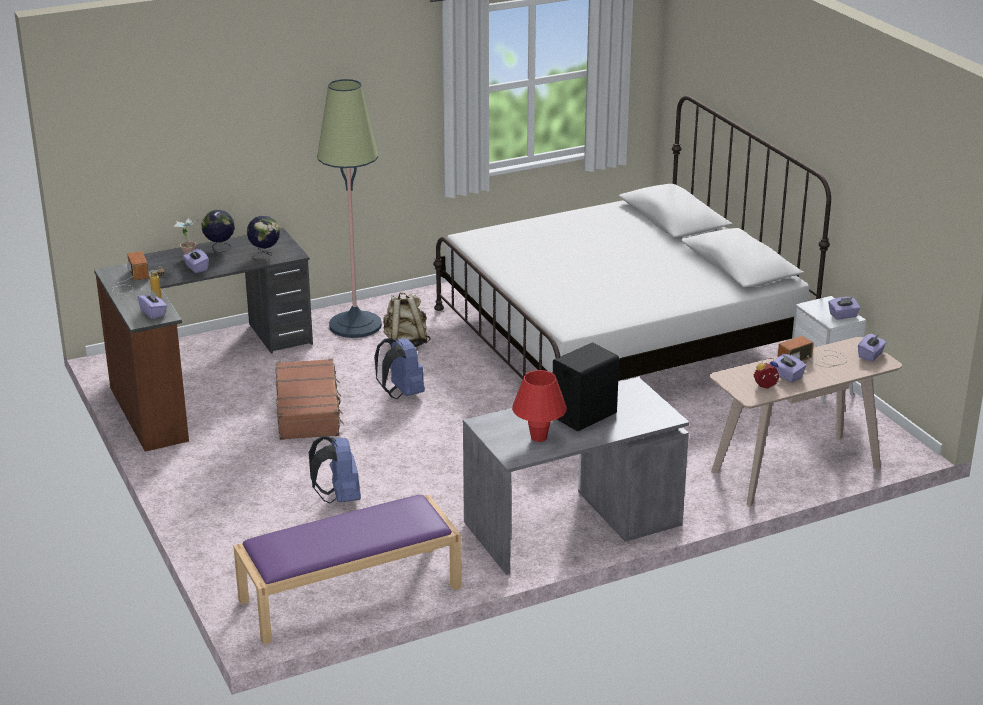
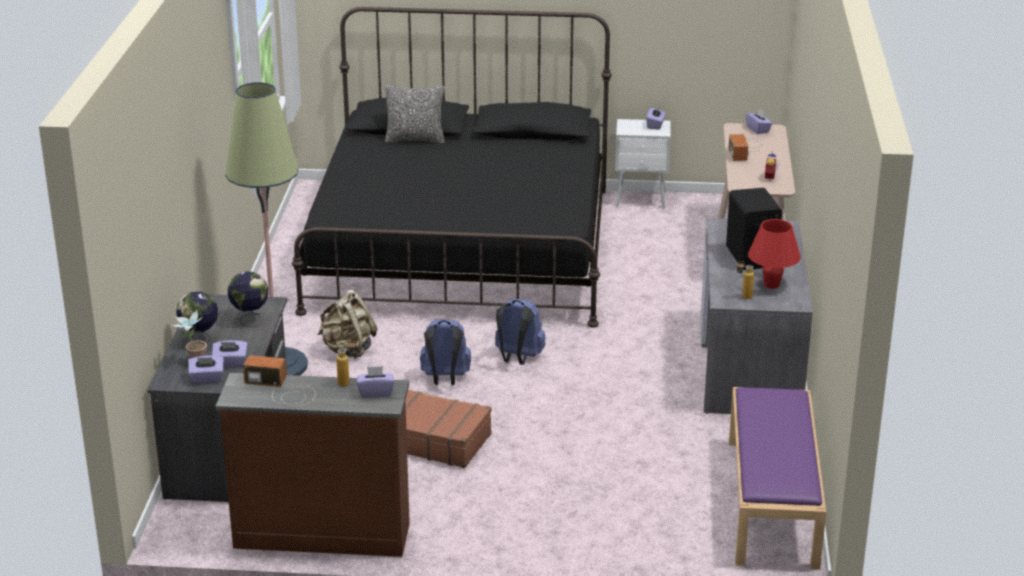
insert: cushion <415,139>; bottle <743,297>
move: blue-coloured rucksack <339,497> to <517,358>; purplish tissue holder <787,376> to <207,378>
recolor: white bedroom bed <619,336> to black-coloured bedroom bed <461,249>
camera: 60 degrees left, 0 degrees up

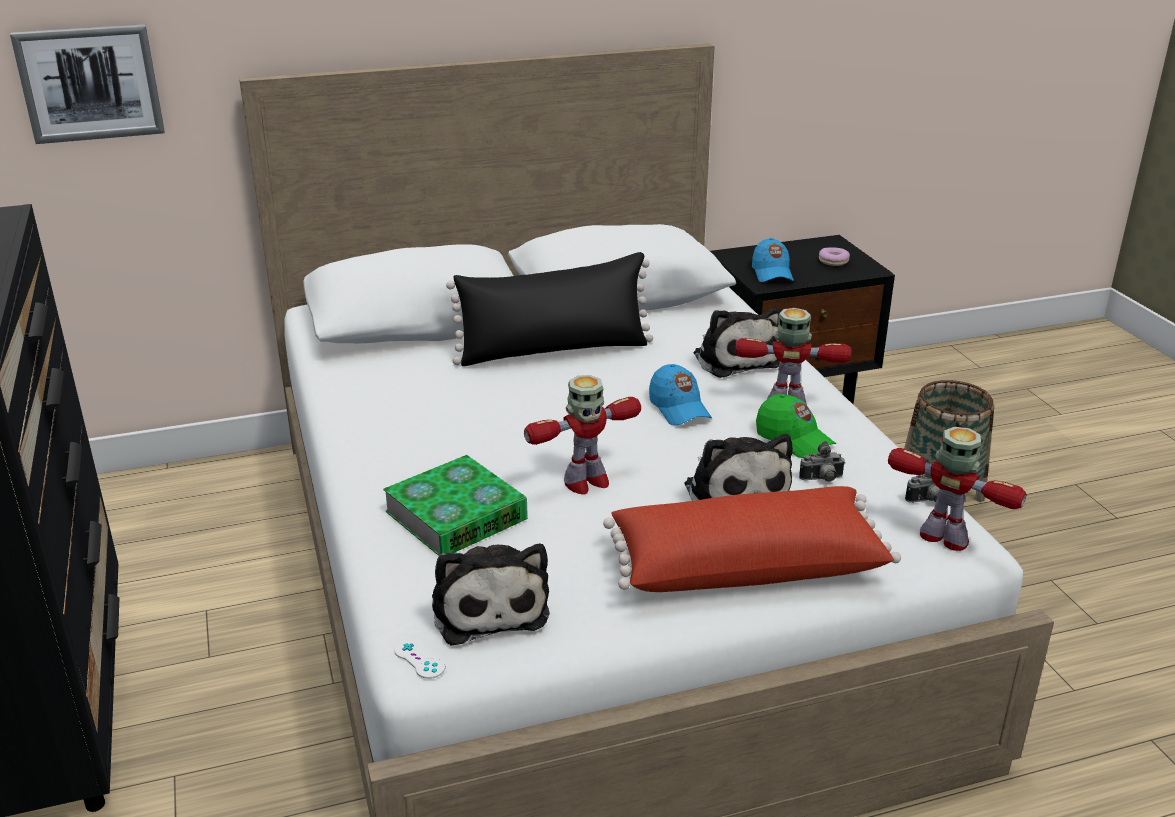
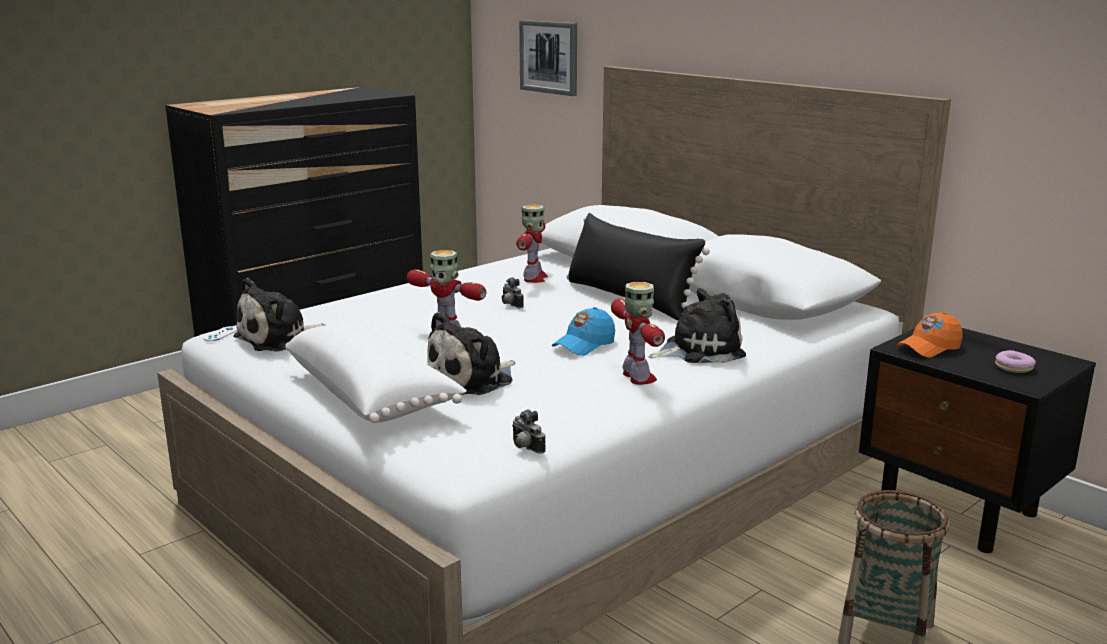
delete: book <456,516>; greenish baseball cap <793,439>
move: photo camera <822,479> to <510,305>; toy robot <945,539> to <534,278>
recolor: reddish cushion <745,565> to white cushion <372,396>; blue-coloured baseball cap <772,273> to orange baseball cap <929,348>
rotate: plush toy <735,358> = <699,350> 150 degrees counterclockwise
camera: 65 degrees right, 10 degrees down

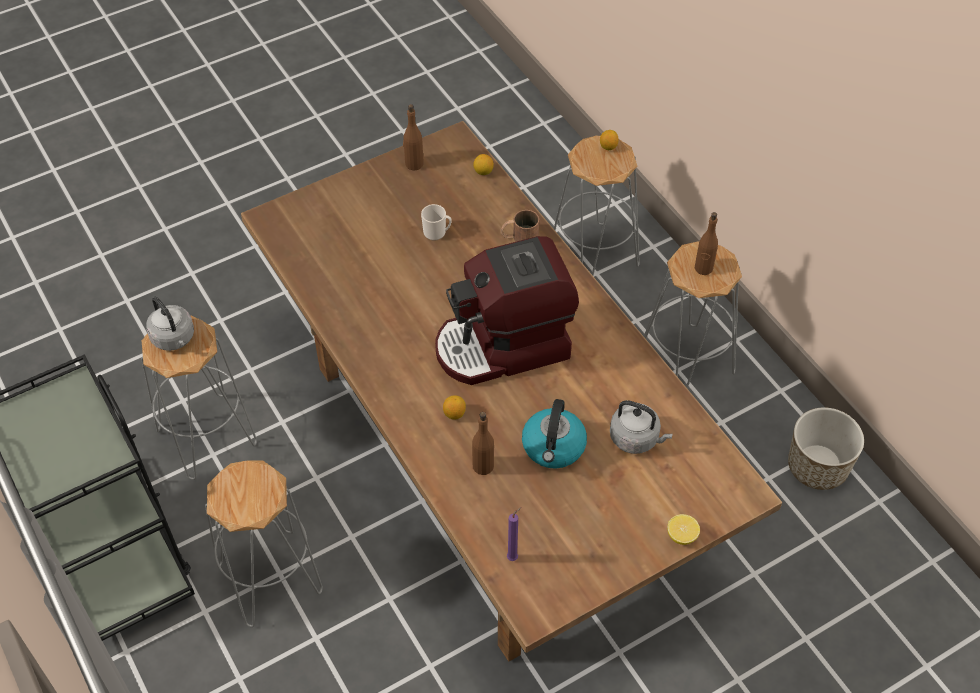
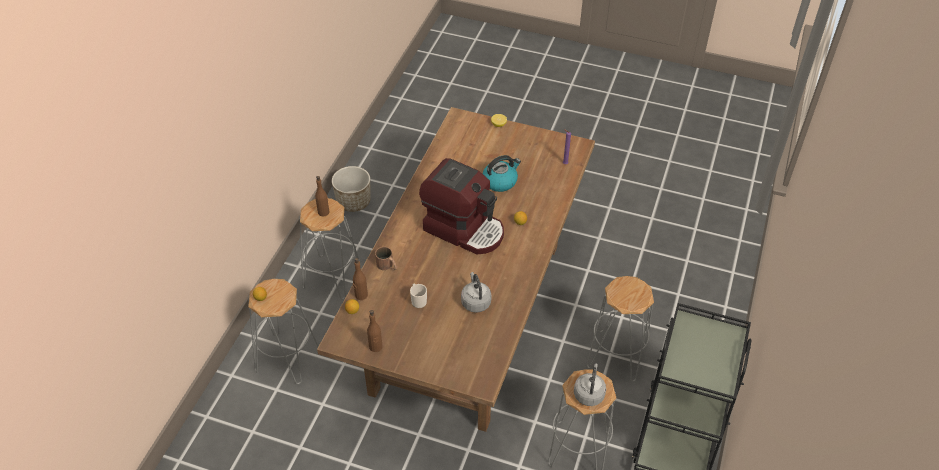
move: brown-coloured bottle <483,465> to <361,295>; greyish kettle <636,438> to <475,301>
camera: 130 degrees left, 5 degrees down

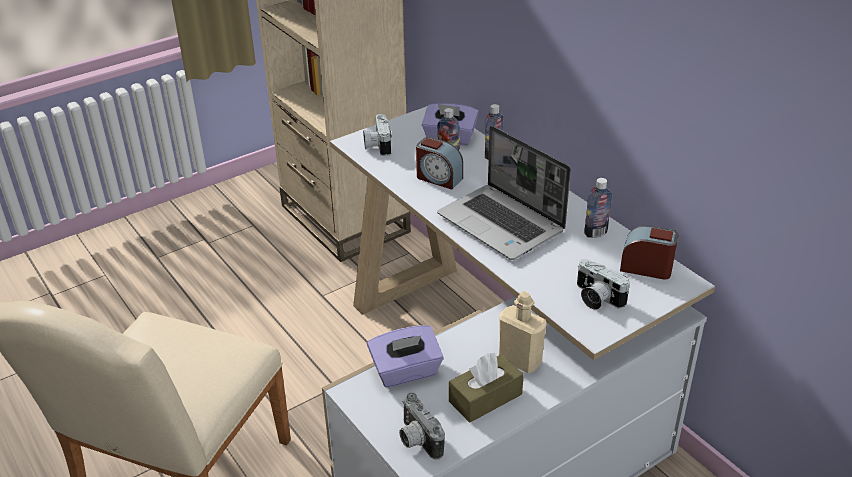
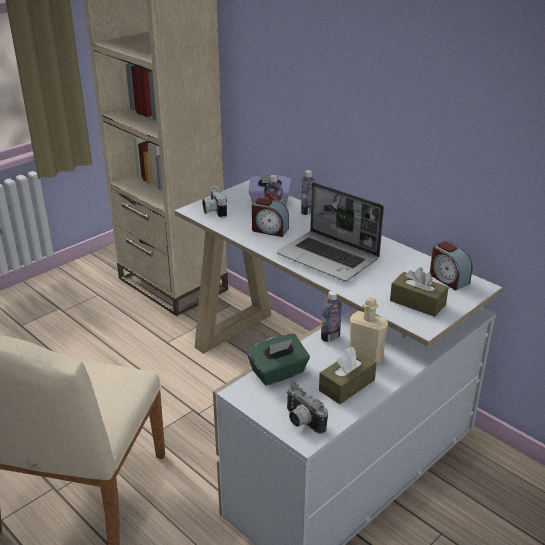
move: bottle <595,233> to <330,337>
replace: photo camera <596,298> to brown-coloured tissue holder <417,302>
recolor: purplish tissue holder <406,372> to greenish tissue holder <278,373>
rotate: alarm clock <646,267> = <448,279> 135 degrees counterclockwise
camera: 10 degrees left, 5 degrees down

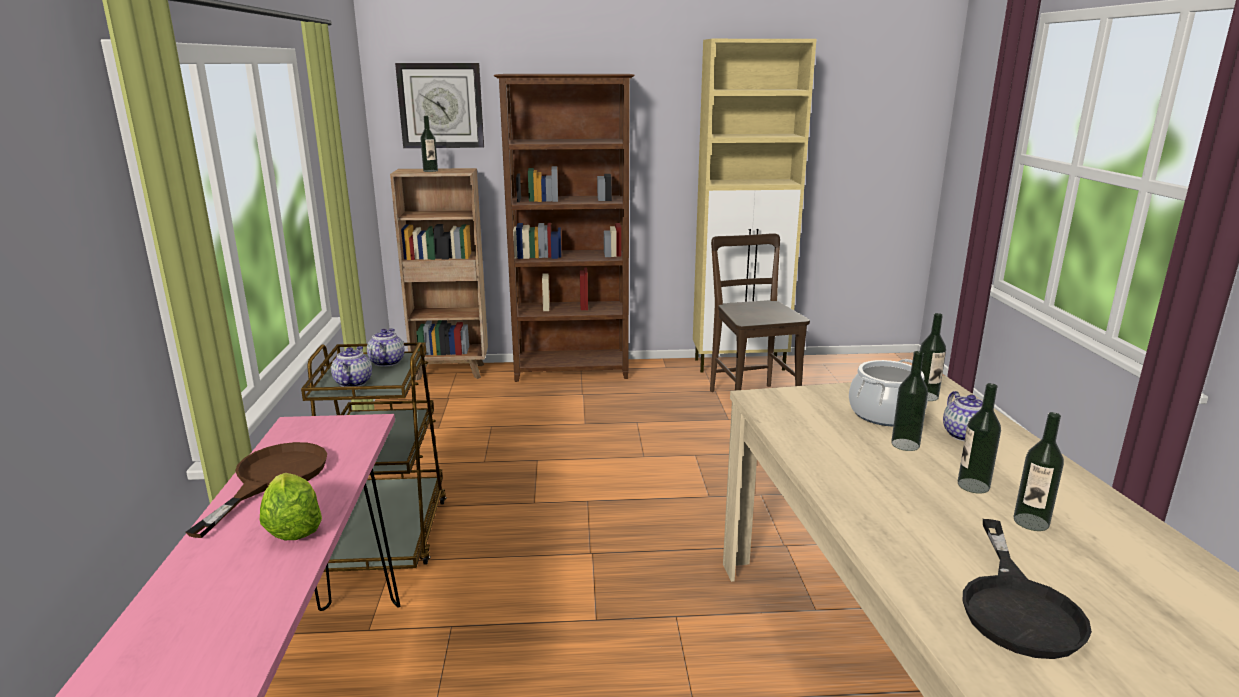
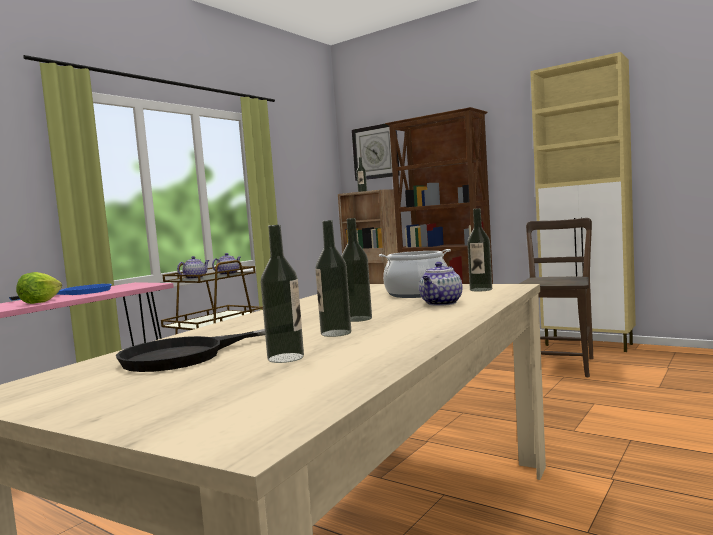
move: bottle <905,444> to <286,358>
recolor: brown-coloured frying pan <272,479> to blue-coloured frying pan <77,293>
camera: 40 degrees right, 15 degrees down

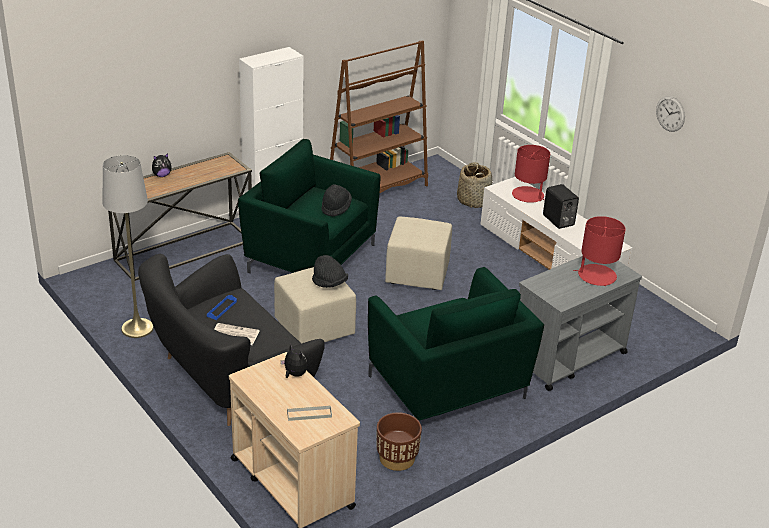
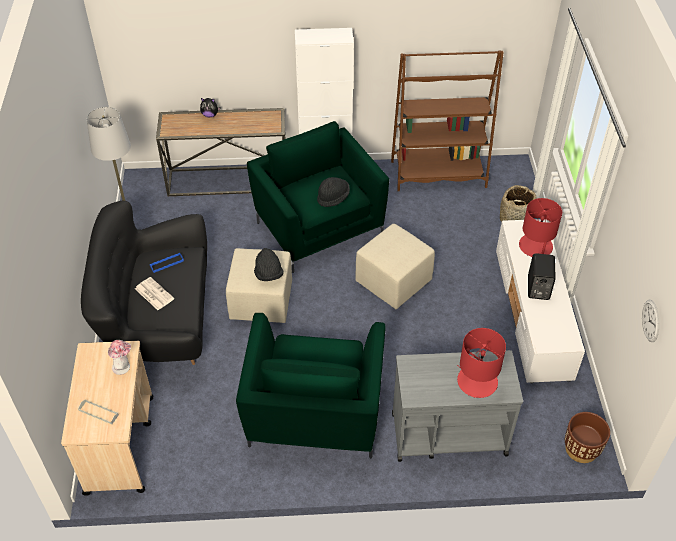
move: brown-coloured planter <397,458> to <581,449>; hanging clock <670,113> to <651,320>
replace: plush toy <294,374> to hat <123,366>
camera: 35 degrees right, 15 degrees up

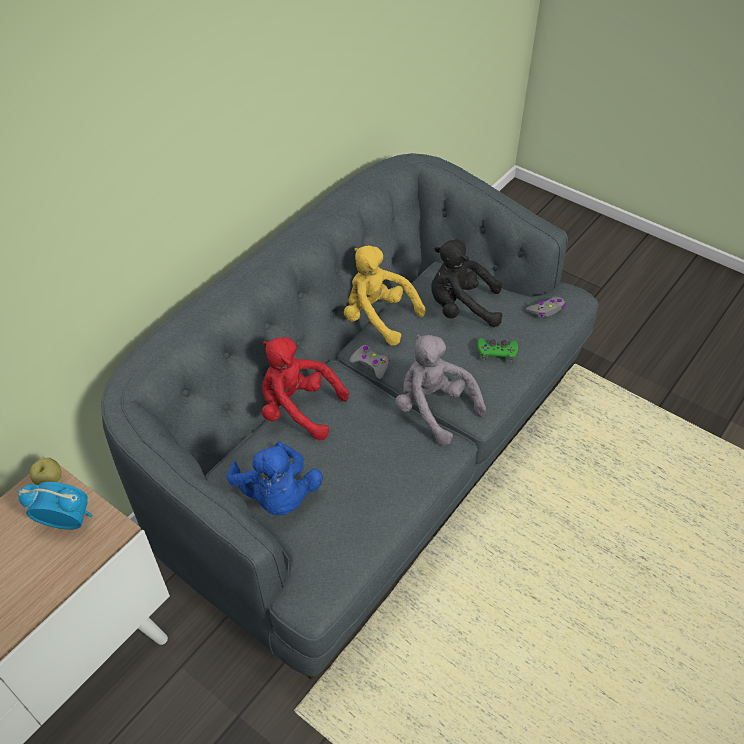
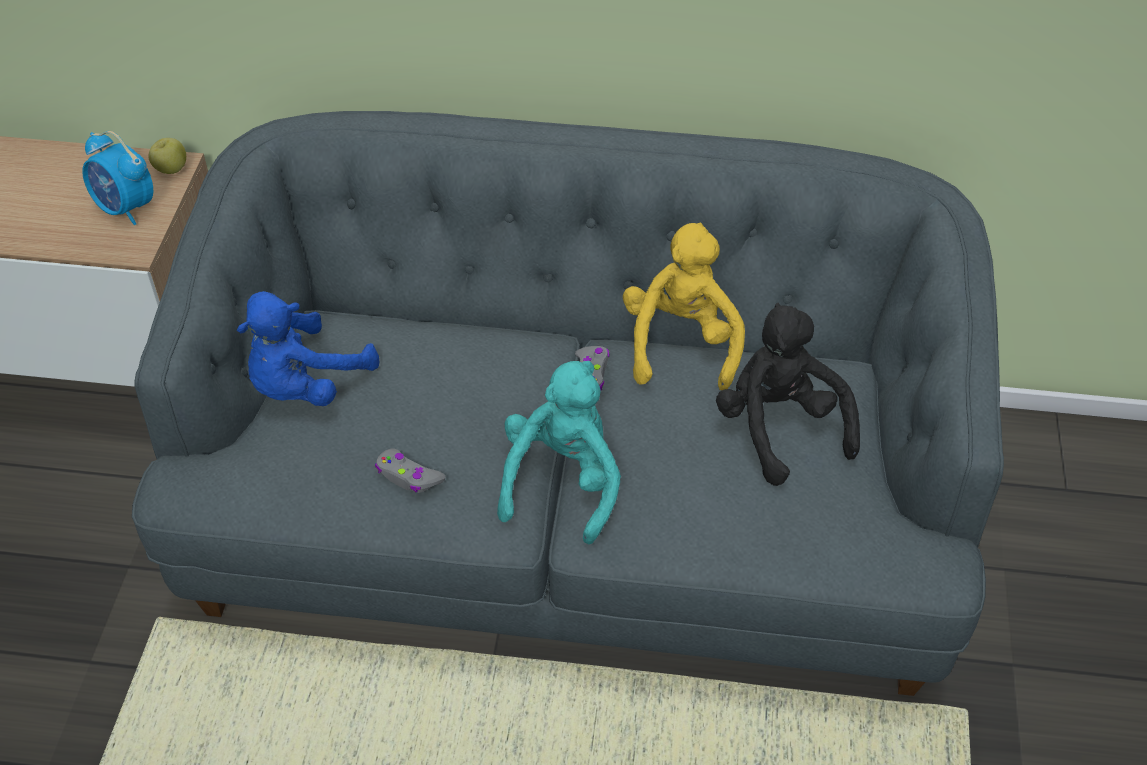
delete: reddish plush toy <298,409>; greenish gamepad <497,352>
move: greyish gamepad <546,310> to <408,477>
recolor: greyish plush toy <433,409> to turquoise-coloured plush toy <562,482>
rotate: alarm clock <66,521> = <126,208> 150 degrees clockwise
camera: 60 degrees right, 0 degrees up

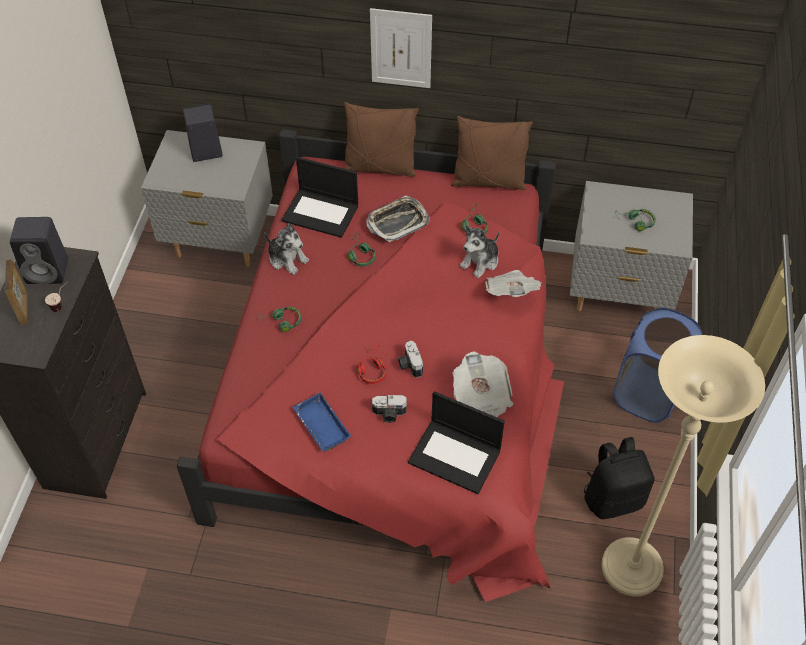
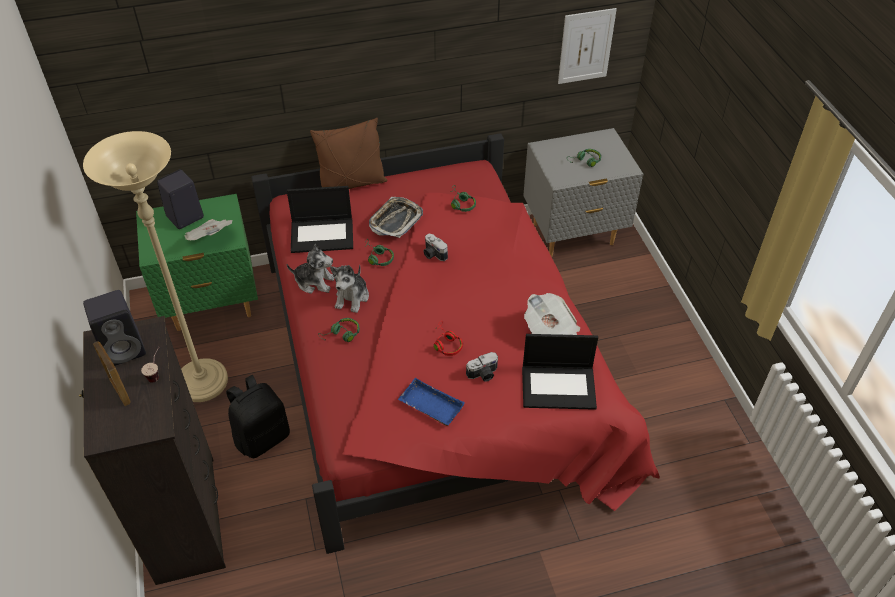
delete: brown-coloured cushion <488,181>; blue-coloured washing basket <648,393>
move: wall picture <401,48> to <586,46>; photo camera <409,365> to <433,254>; plush toy <480,261> to <352,297>; printed paper <511,293> to <211,238>; black-coloured rucksack <613,498> to <262,437>; beige standard lamp <631,568> to <202,382>
recolor: greyish nightstand <220,242> to greenish nightstand <212,305>
camera: 25 degrees left, 5 degrees down

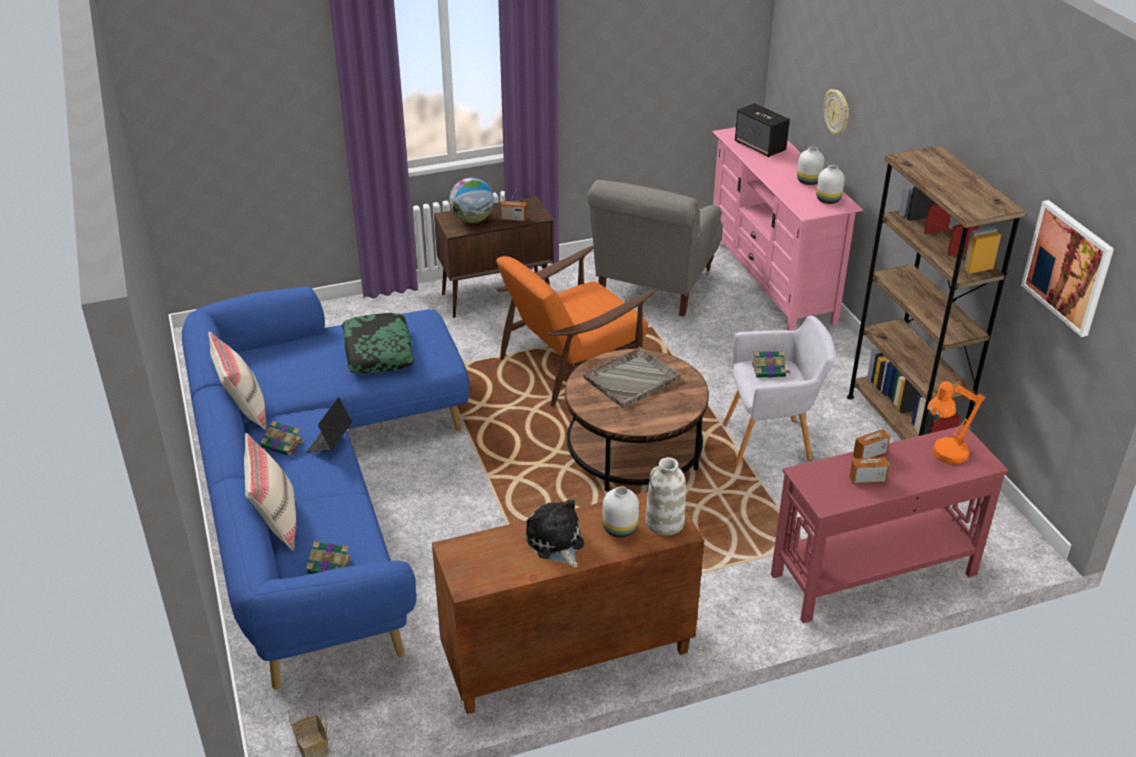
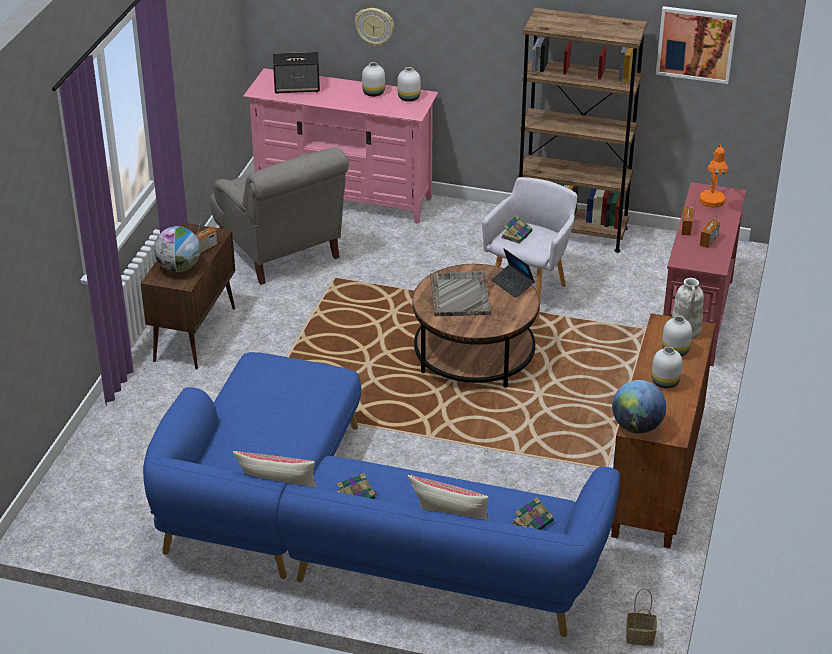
delete: cushion <378,351>; orange easy chair <572,363>
insert: world globe <637,427>
move: portable computer <330,441> to <512,285>
replace: plush toy <556,543> to white decorative vase <666,382>
camera: 55 degrees left, 0 degrees up

